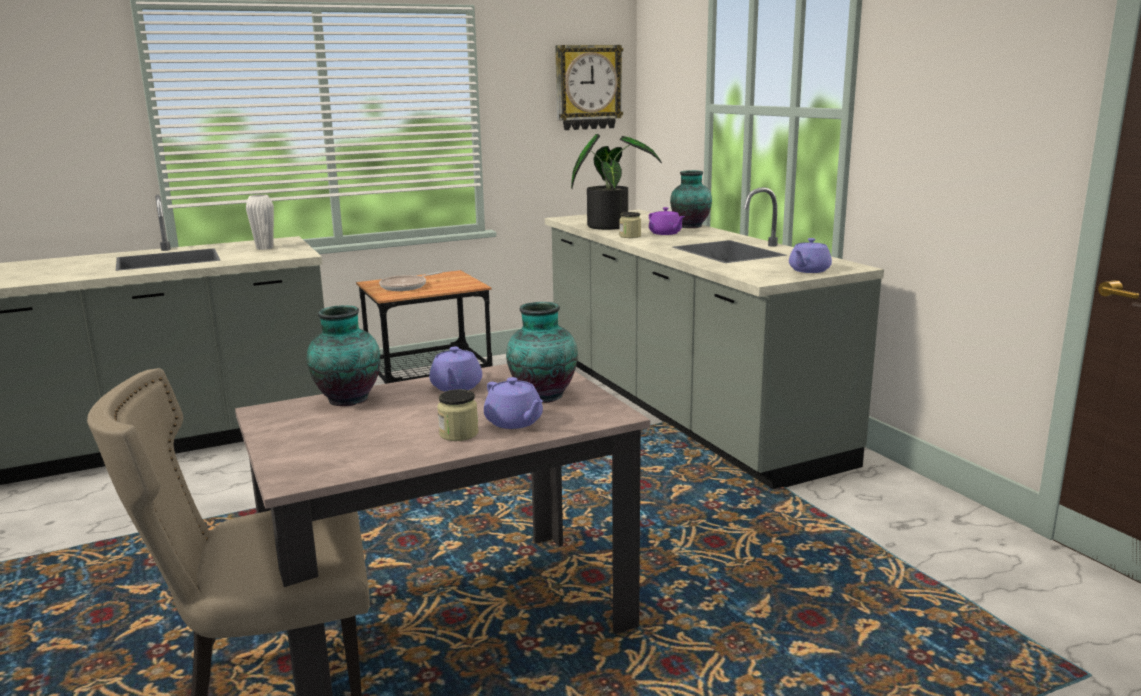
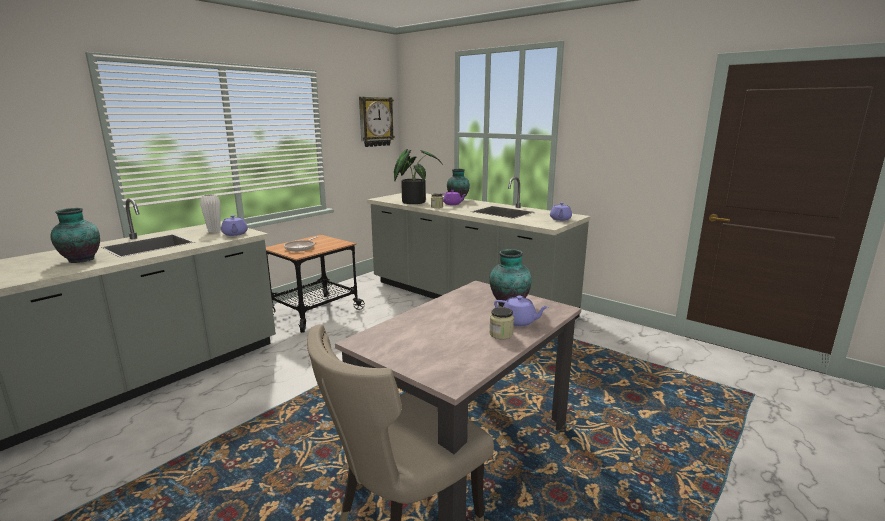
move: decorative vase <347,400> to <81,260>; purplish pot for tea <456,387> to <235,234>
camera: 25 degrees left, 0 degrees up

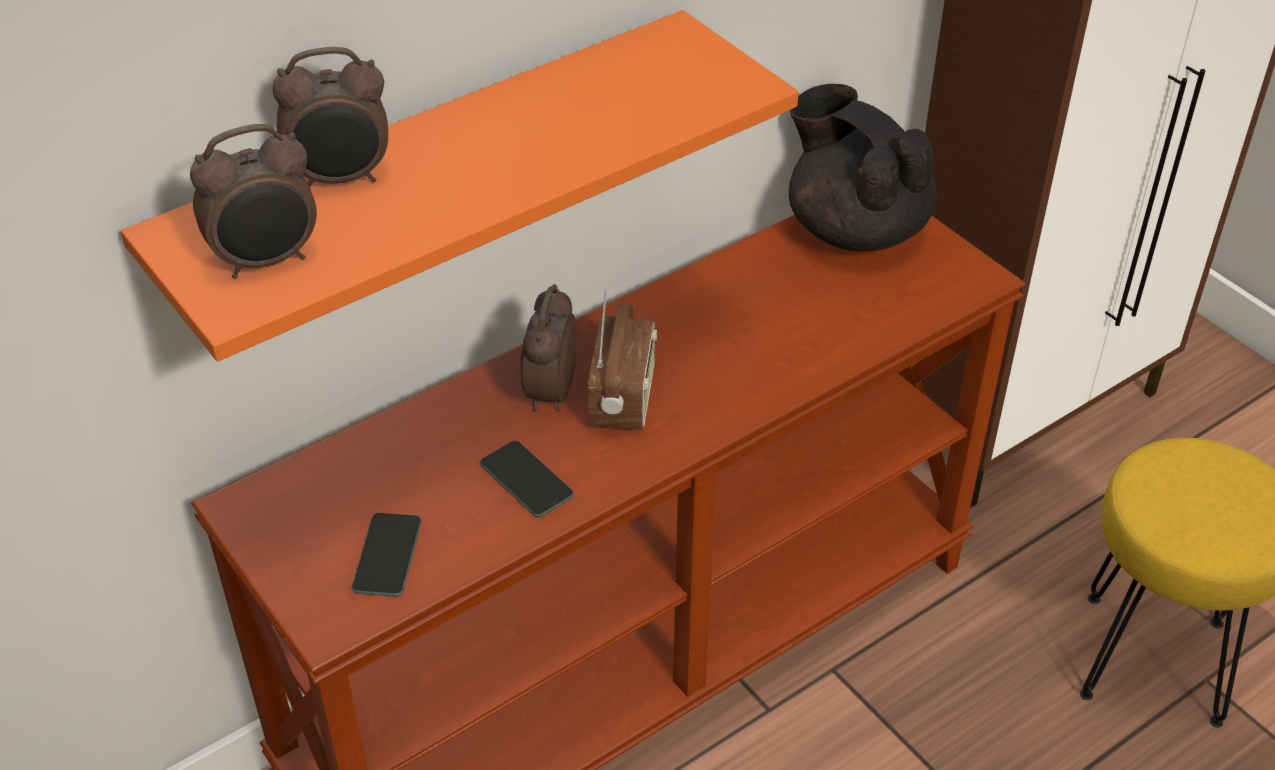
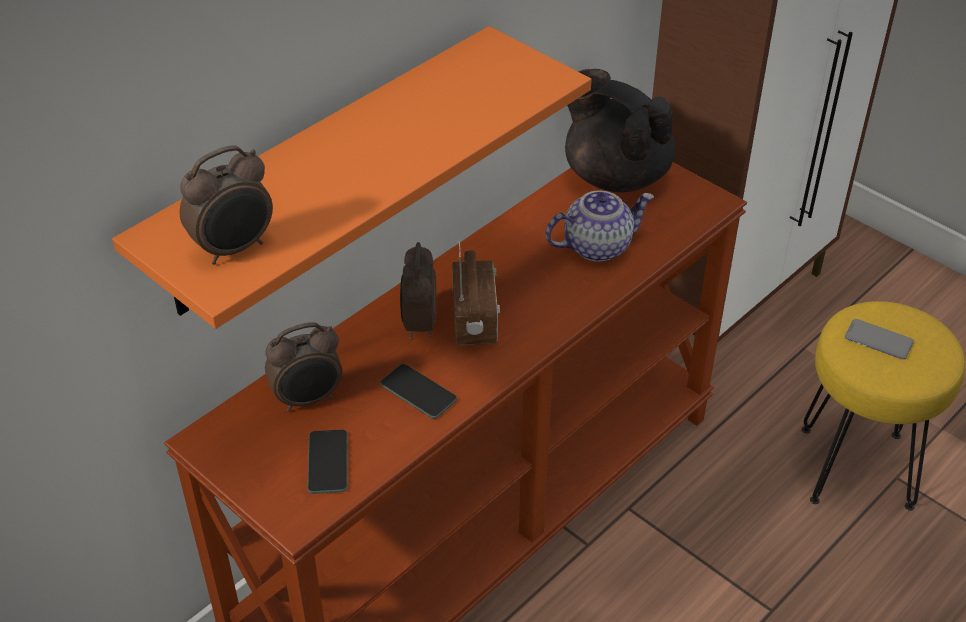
insert: pot for tea <597,245>; handset <878,340>
move: alarm clock <341,179> to <308,399>
camera: 10 degrees left, 0 degrees up

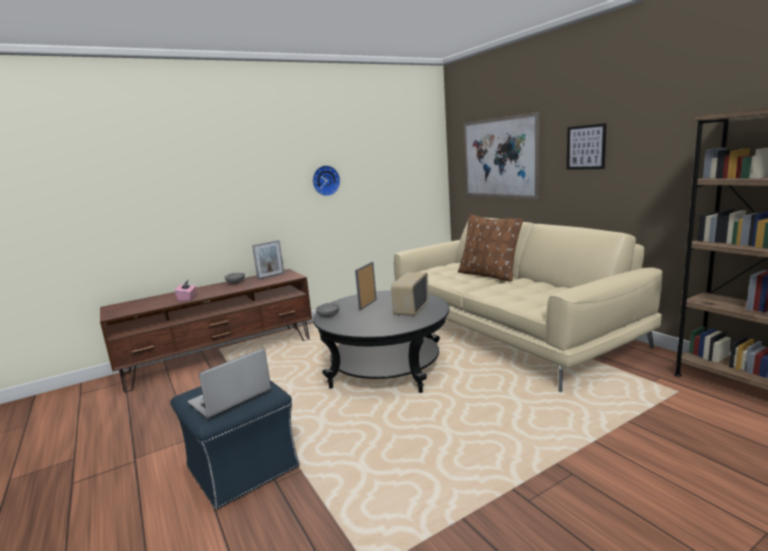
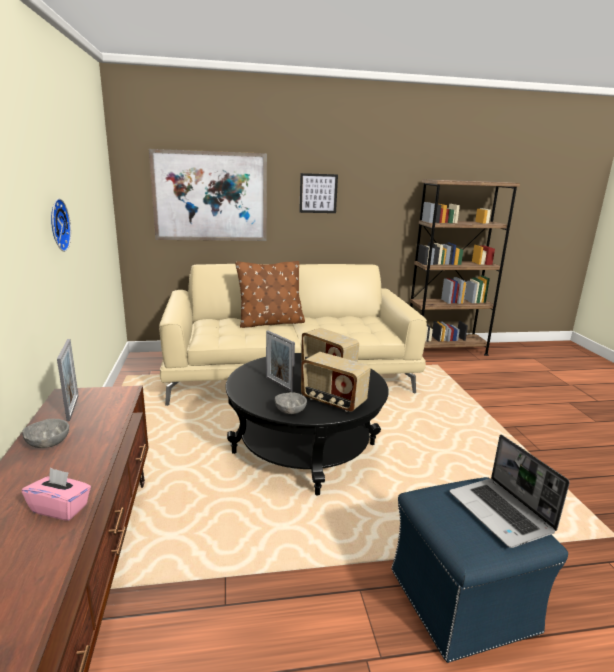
insert: radio set <332,401>
camera: 70 degrees left, 5 degrees up

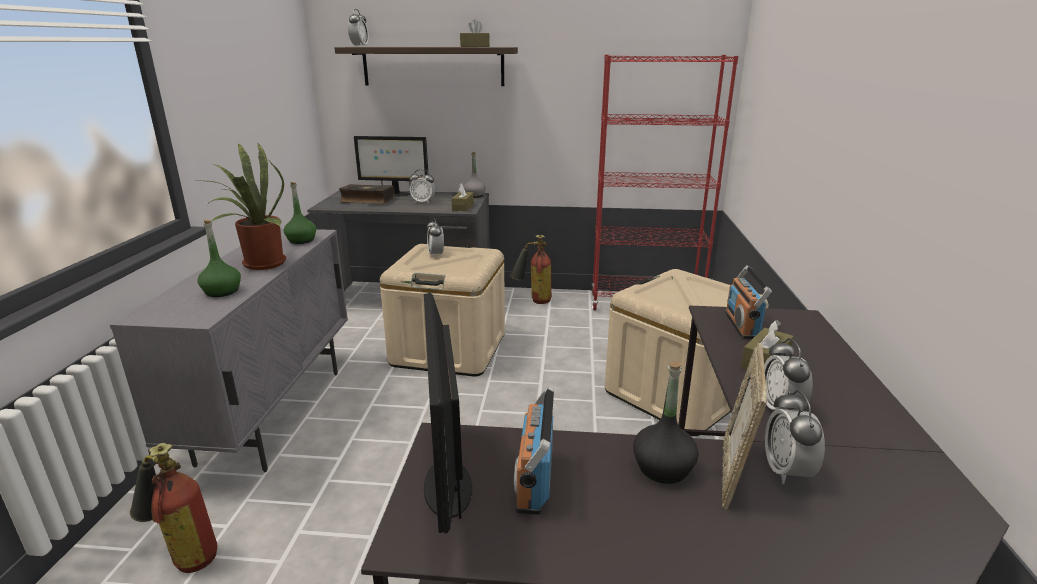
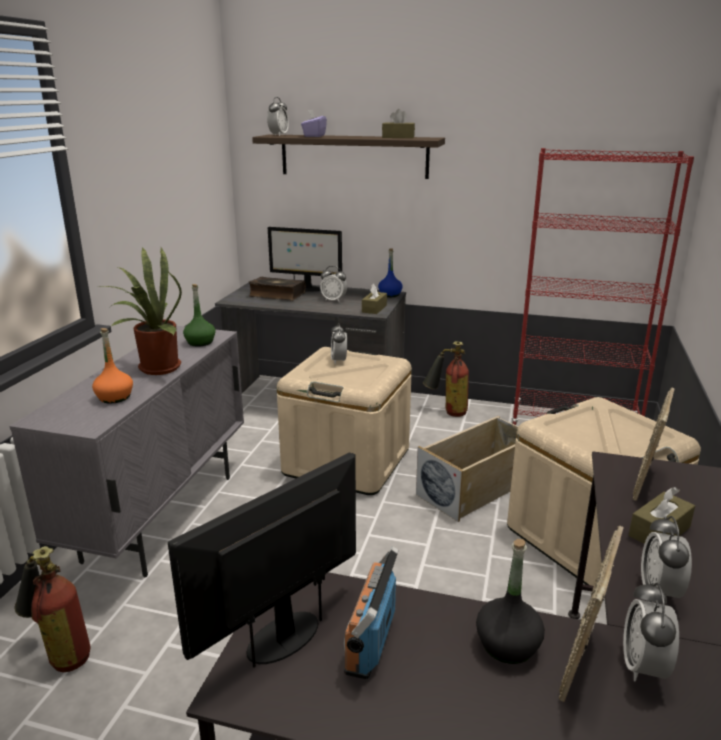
insert: purplish tissue holder <314,136>; beige storage container <477,487>
replace: radio set <741,325> to photo frame <646,482>
recolor: greenish bottle <222,291> to orange bottle <115,397>; greyish bottle <474,196> to blue-coloured bottle <390,295>
rotate: computer screen <446,486> = <284,636> 45 degrees clockwise
camera: 10 degrees right, 0 degrees up

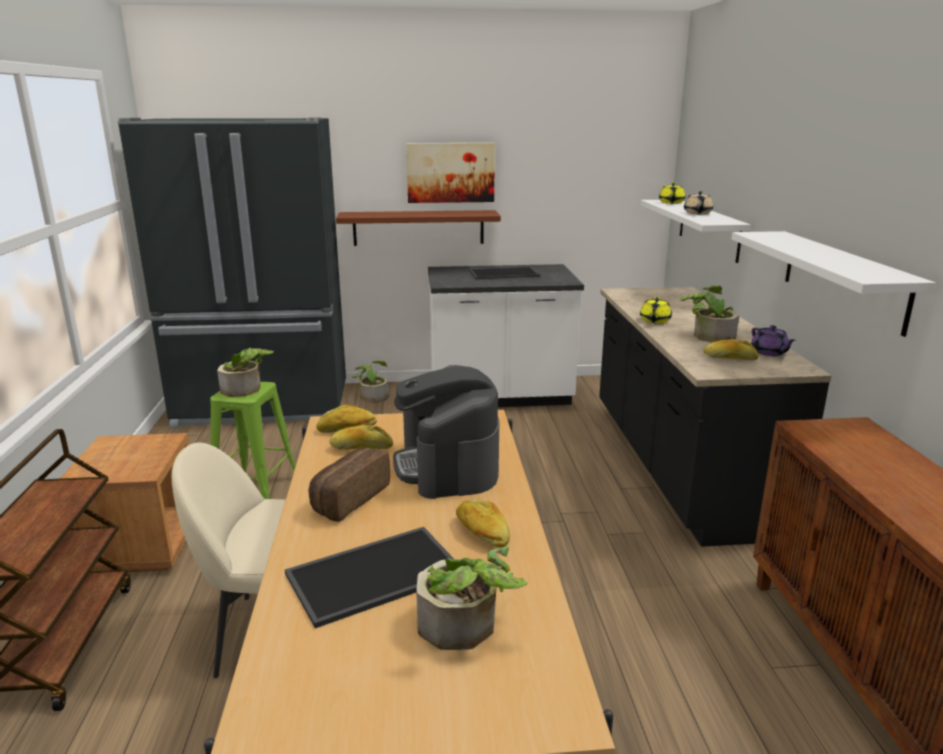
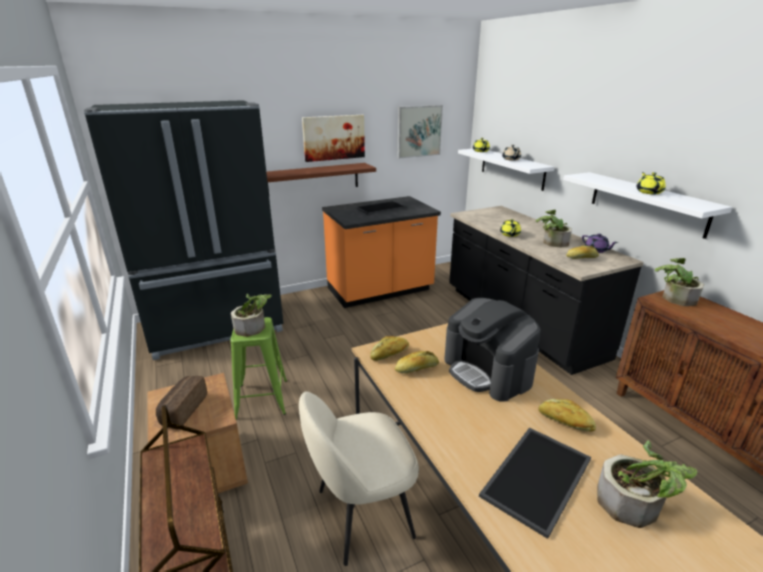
insert: wall picture <419,131>; yellow pot for tea <649,192>
move: bread <348,498> to <182,410>; houseplant <372,396> to <674,298>
recolor: white counter <500,396> to orange counter <380,291>
camera: 20 degrees left, 5 degrees up

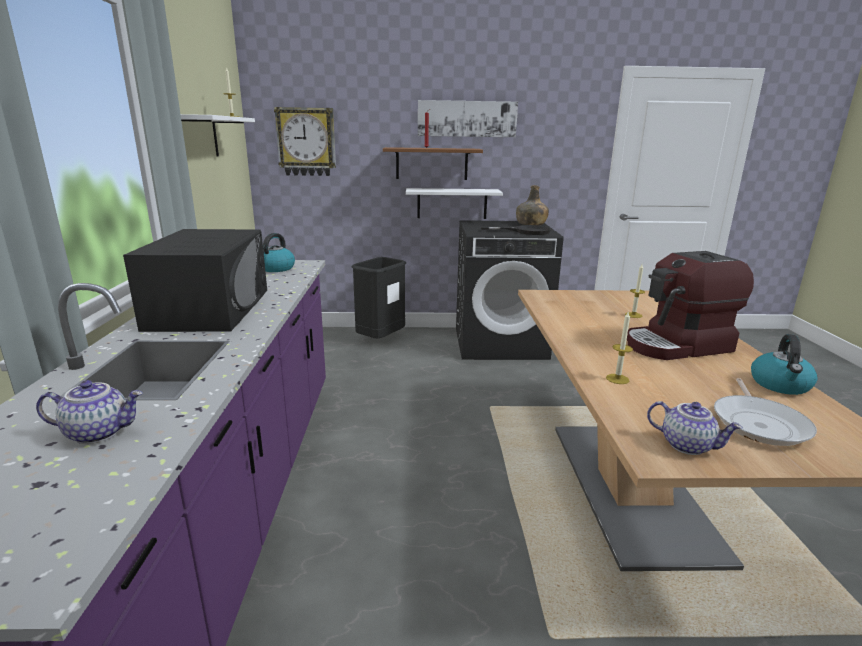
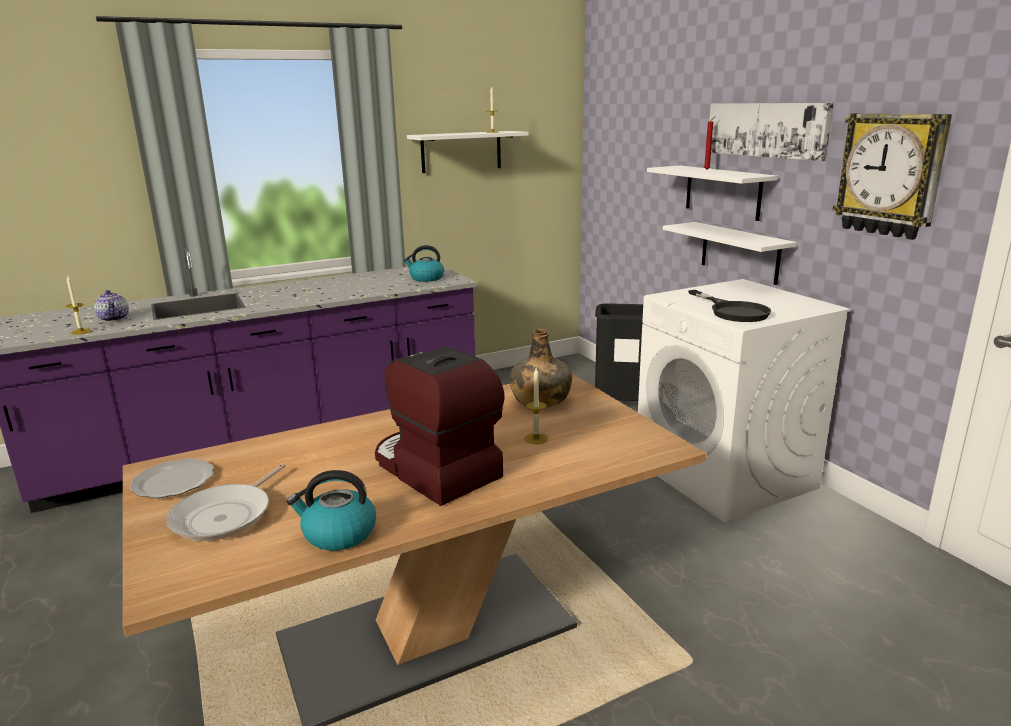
delete: black-coloured microwave oven <210,309>
move: hanging clock <306,142> to <890,175>; greenish bottle <531,224> to <540,400>; wax candle <617,379> to <81,332>
replace: pot for tea <687,445> to plate <175,481>
recolor: brown-coloured shelf <431,163> to white shelf <722,192>; black-coloured laundry appliance <500,343> to white laundry appliance <725,475>
rotate: frying pan <759,423> = <226,516> 60 degrees counterclockwise
camera: 65 degrees right, 0 degrees up

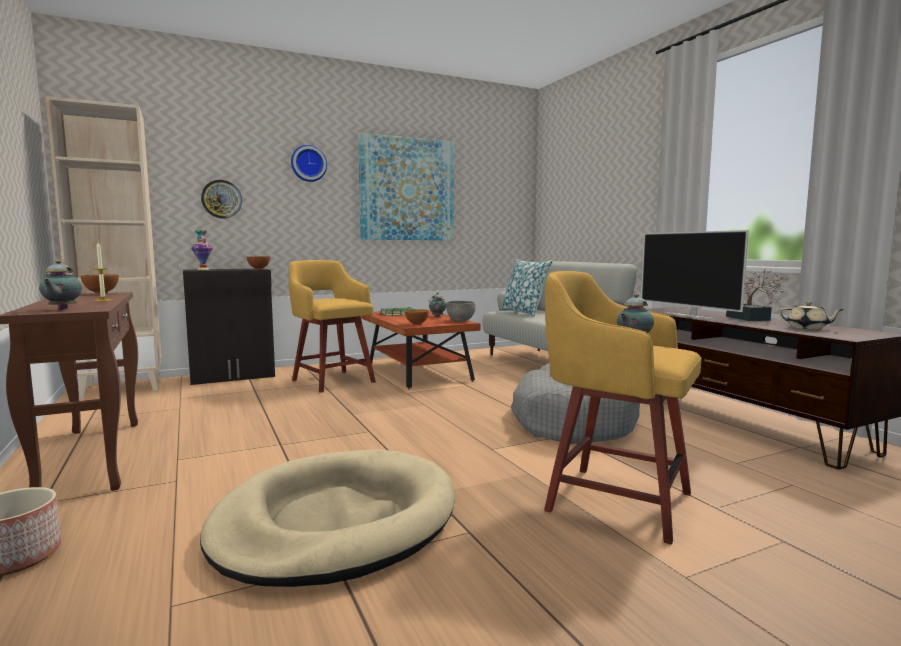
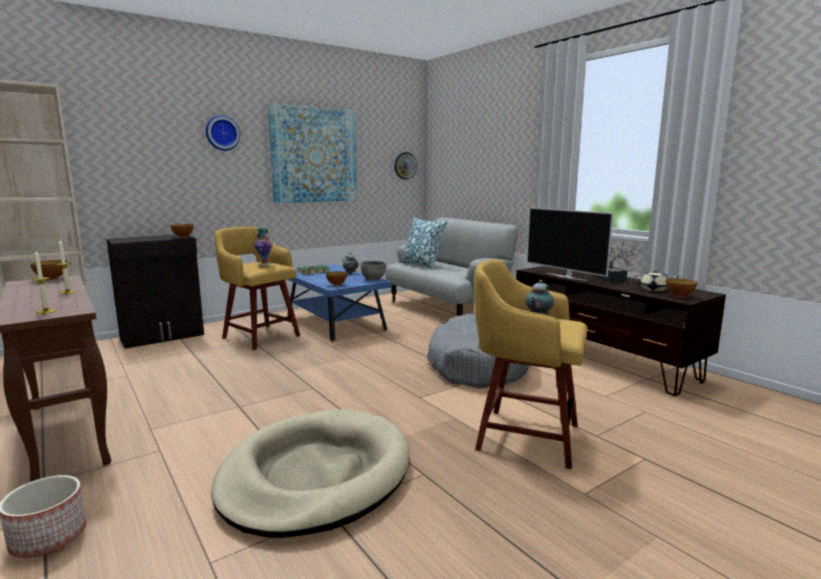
insert: deep dish <679,296>
move: decorative vase <203,269> to <264,264>; hanging clock <221,199> to <405,166>
replace: pot for tea <61,309> to wax candle <46,311>
recolor: brown-coloured low table <417,372> to blue-coloured low table <334,323>
camera: 10 degrees left, 5 degrees up

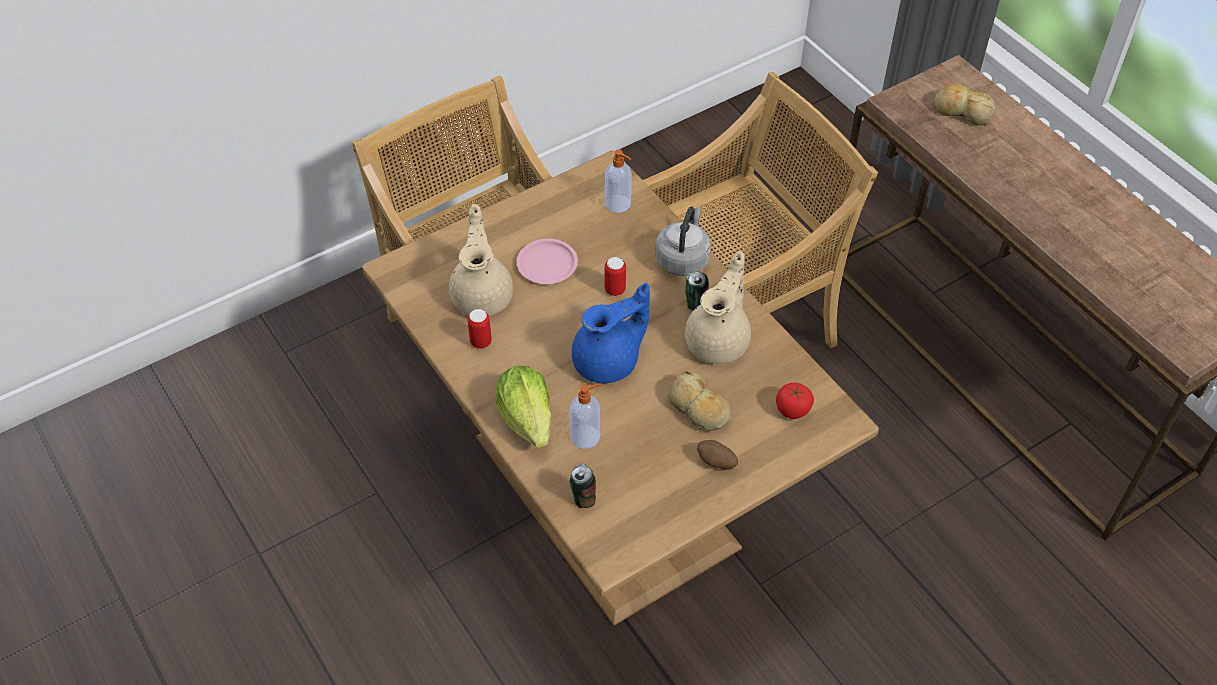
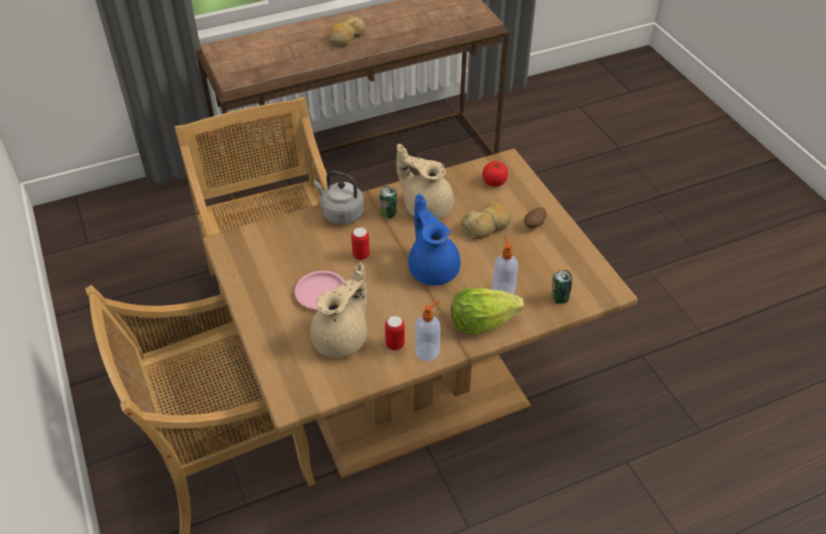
move: liquid soap bottle <618,204> to <428,351>; bread <962,111> to <346,37>
rotate: beige pot for tea <483,295> = <342,338> 120 degrees clockwise
camera: 80 degrees left, 5 degrees down

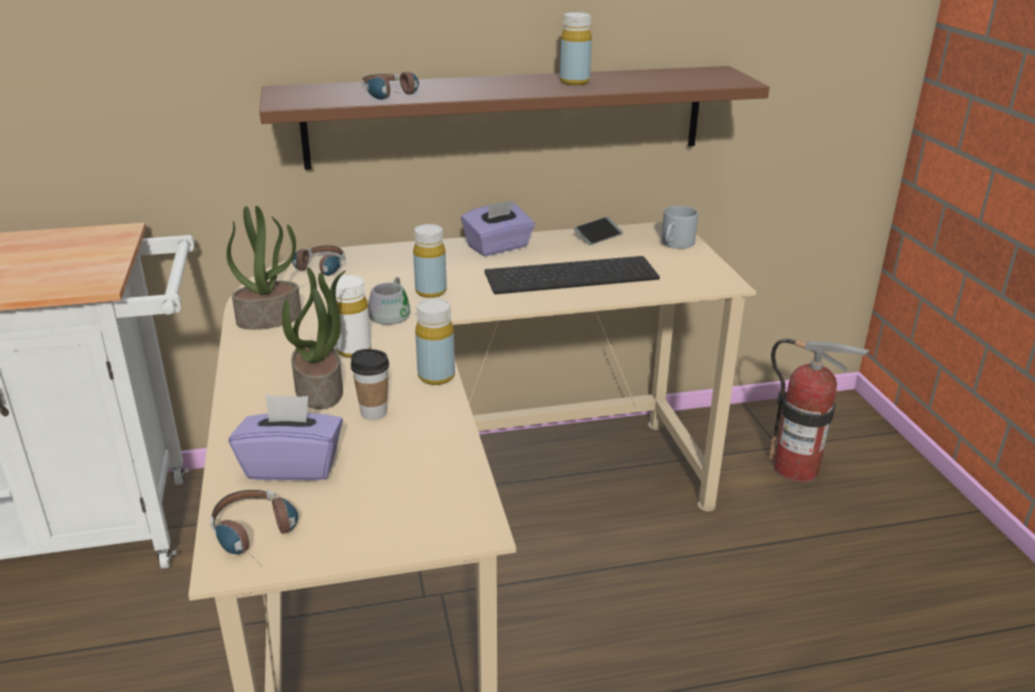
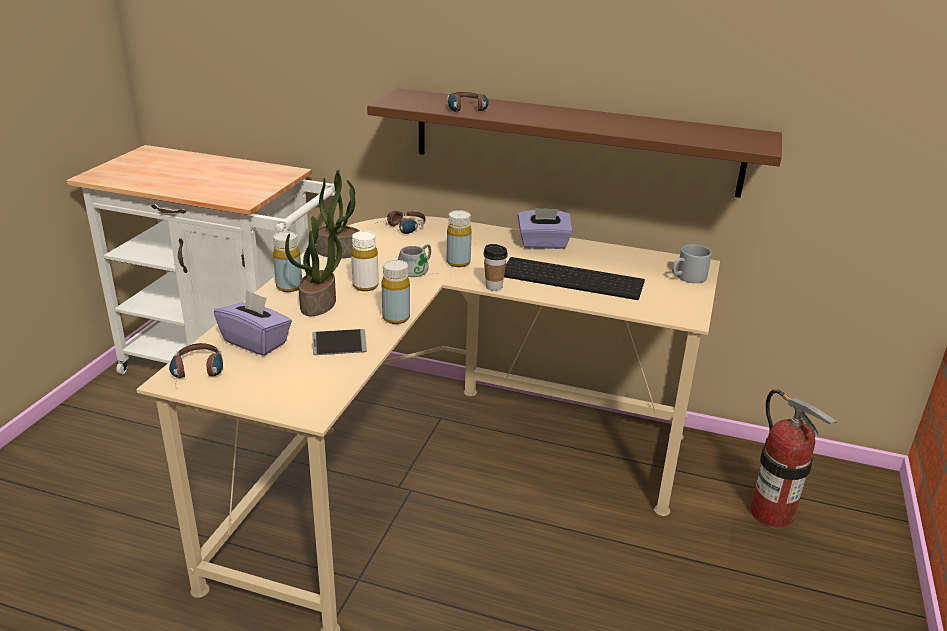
move: drinking cup <374,413> to <494,286>; yellow bottle <574,82> to <289,287>; handset <598,236> to <339,347>
camera: 30 degrees right, 0 degrees up

